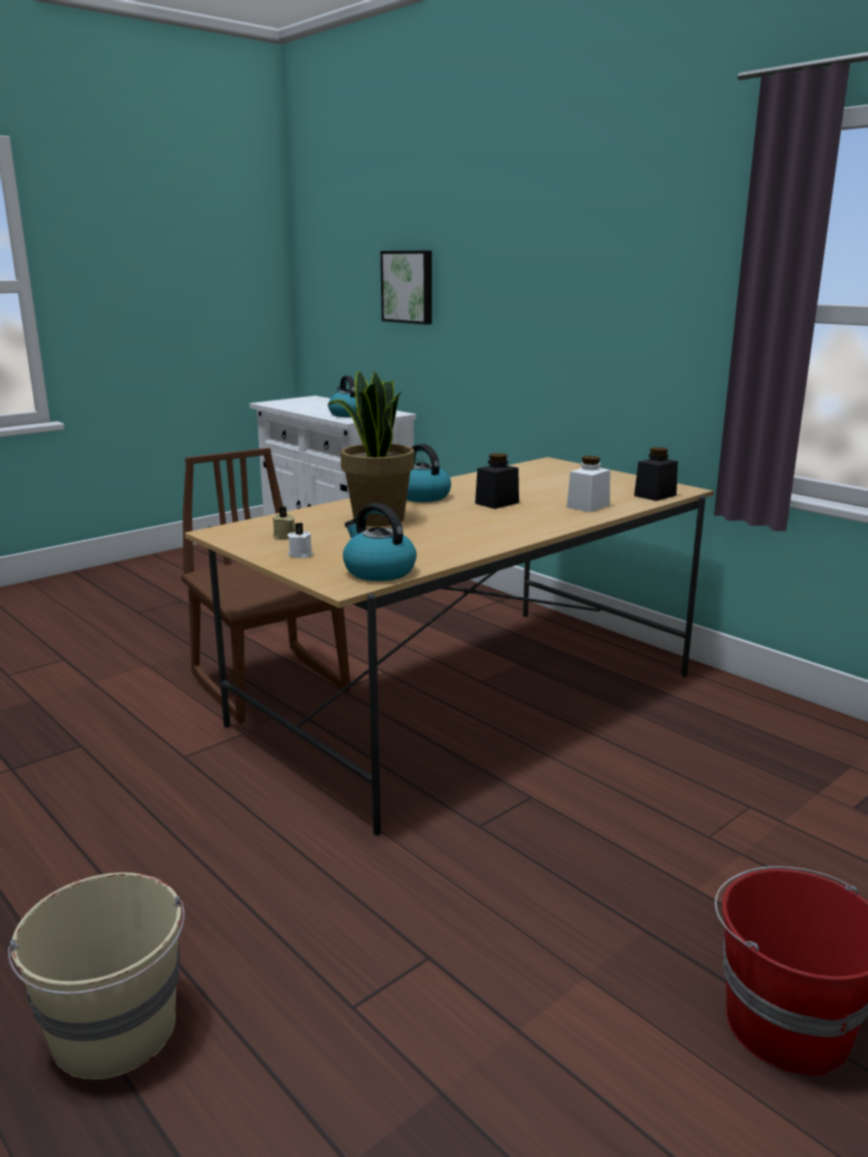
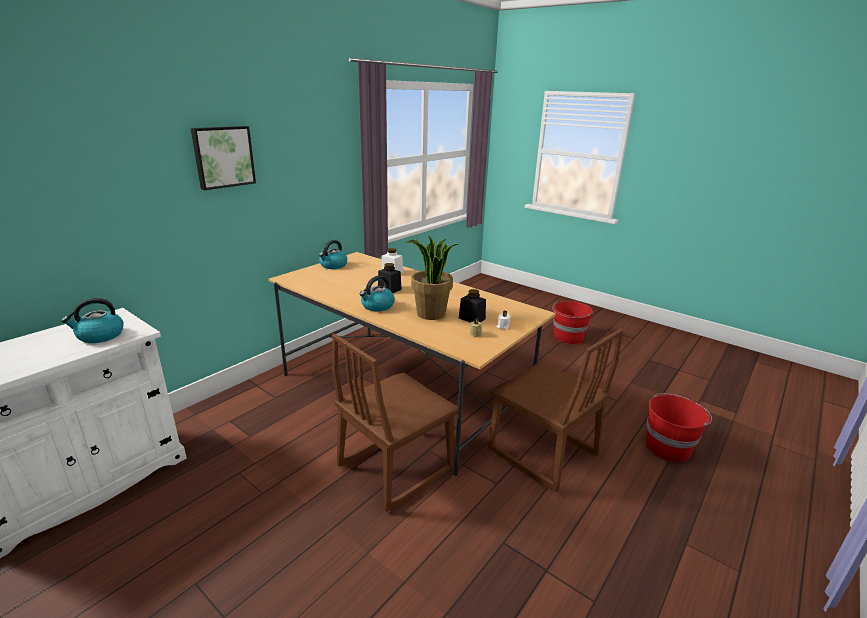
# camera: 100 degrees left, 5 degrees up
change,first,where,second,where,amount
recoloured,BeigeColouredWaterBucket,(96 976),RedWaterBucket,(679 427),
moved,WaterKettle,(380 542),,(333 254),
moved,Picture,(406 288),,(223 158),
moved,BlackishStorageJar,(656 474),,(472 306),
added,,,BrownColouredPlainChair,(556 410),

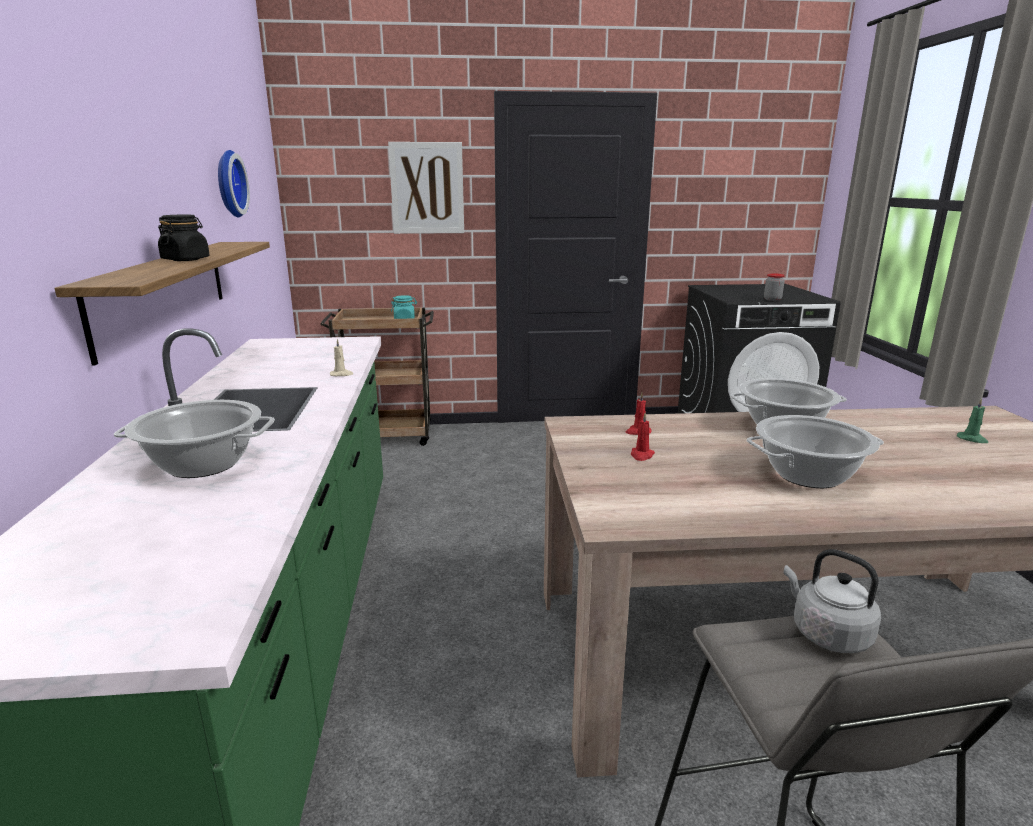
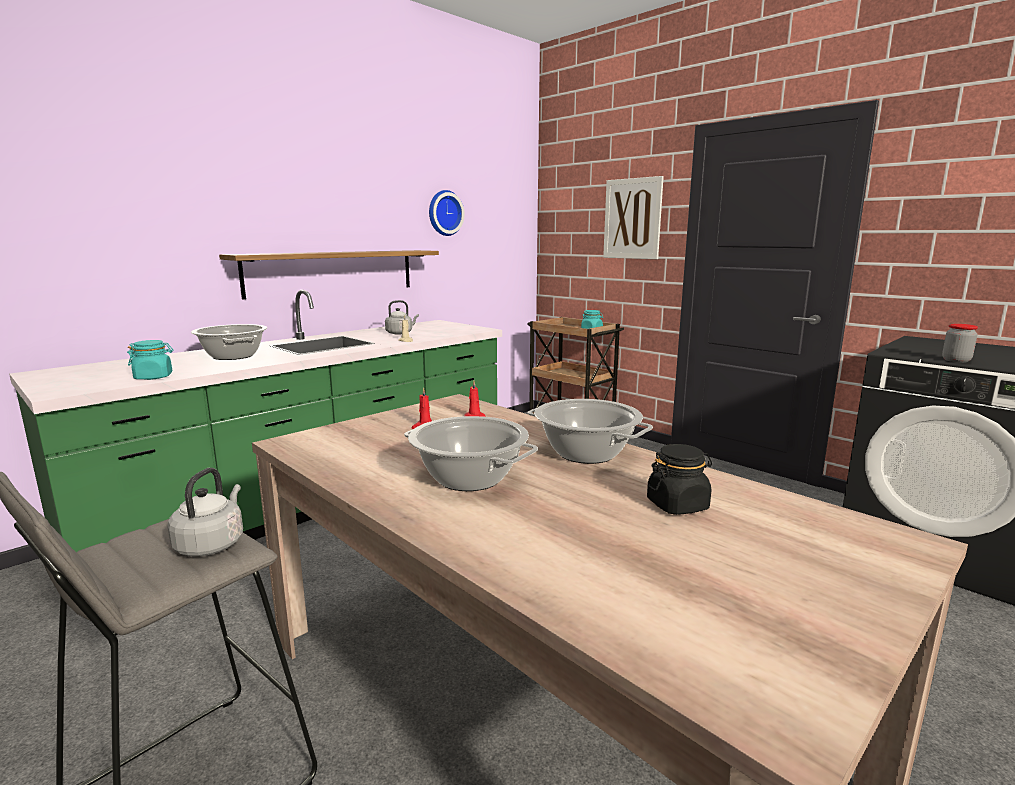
# camera: 50 degrees right, 5 degrees down
change,first,where,second,where,amount
moved,BlackishStorageJar,(184 238),,(679 479),
removed,GreenWaxLight,(972 420),,,
added,,,BlueGreenStorageJar,(150 360),
added,,,GrayWaterKettle,(402 317),

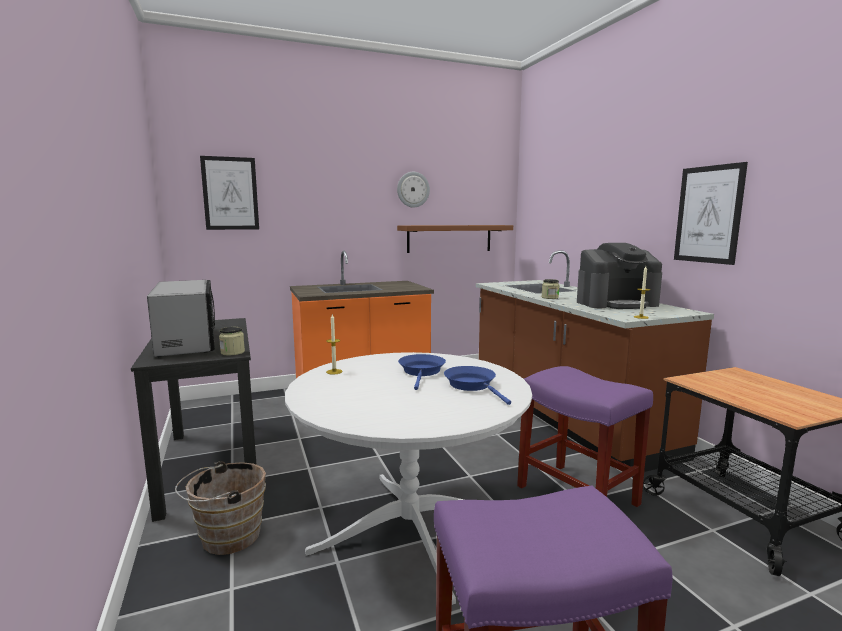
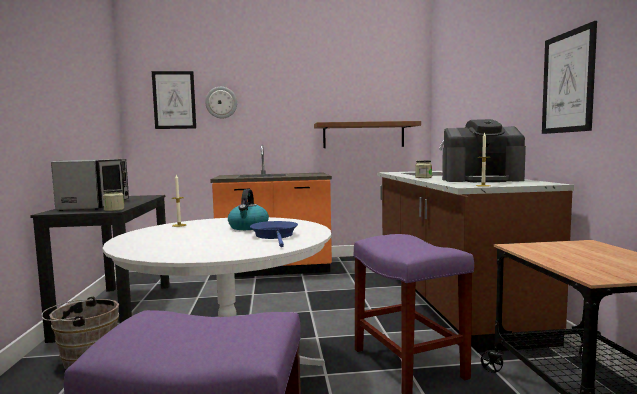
# camera: 15 degrees right, 5 degrees down
change,first,where,second,where,amount
moved,WallClock,(413 190),,(221 103),
replaced,BlueSkillet,(422 372),WaterKettle,(248 209),

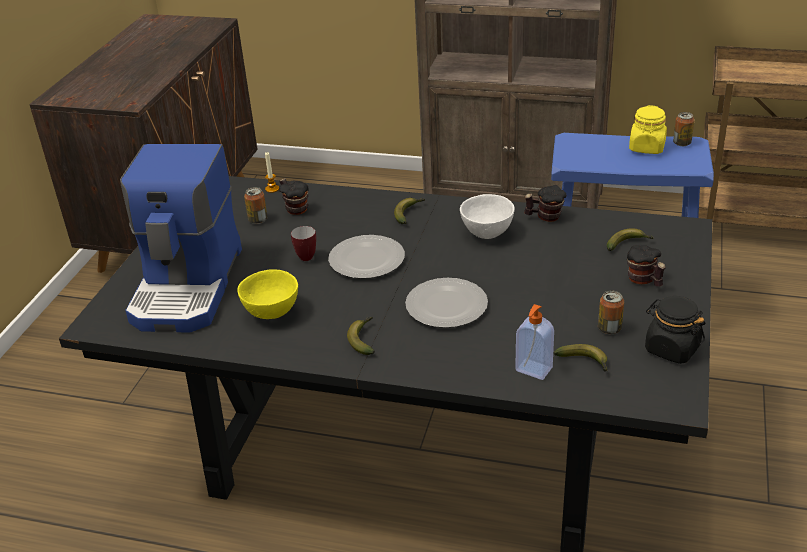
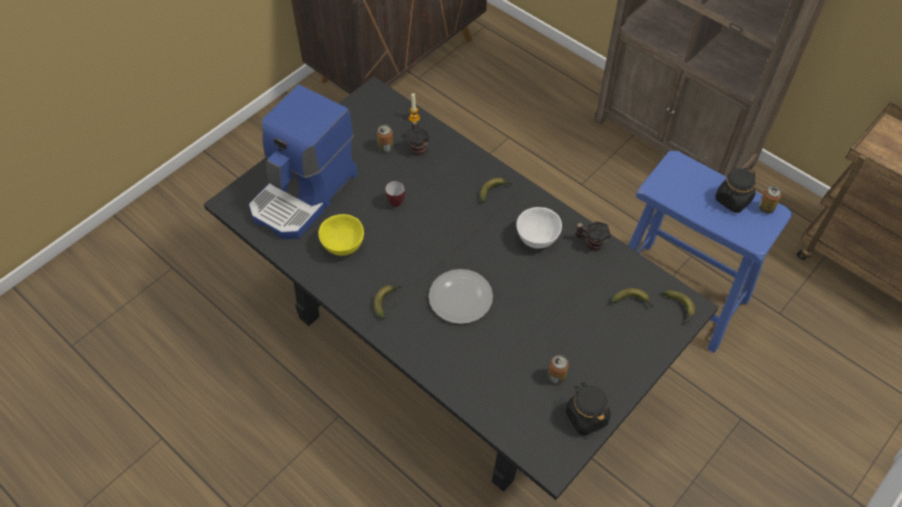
# camera: 25 degrees right, 20 degrees up
change,first,where,second,where,amount
removed,Plate,(366 257),,,
removed,SoapDispenser,(534 342),,,
moved,Banana,(580 358),,(679 306),
removed,Mug,(646 265),,,
recoloured,YellowishStorageJar,(648 129),BlackishStorageJar,(735 190),

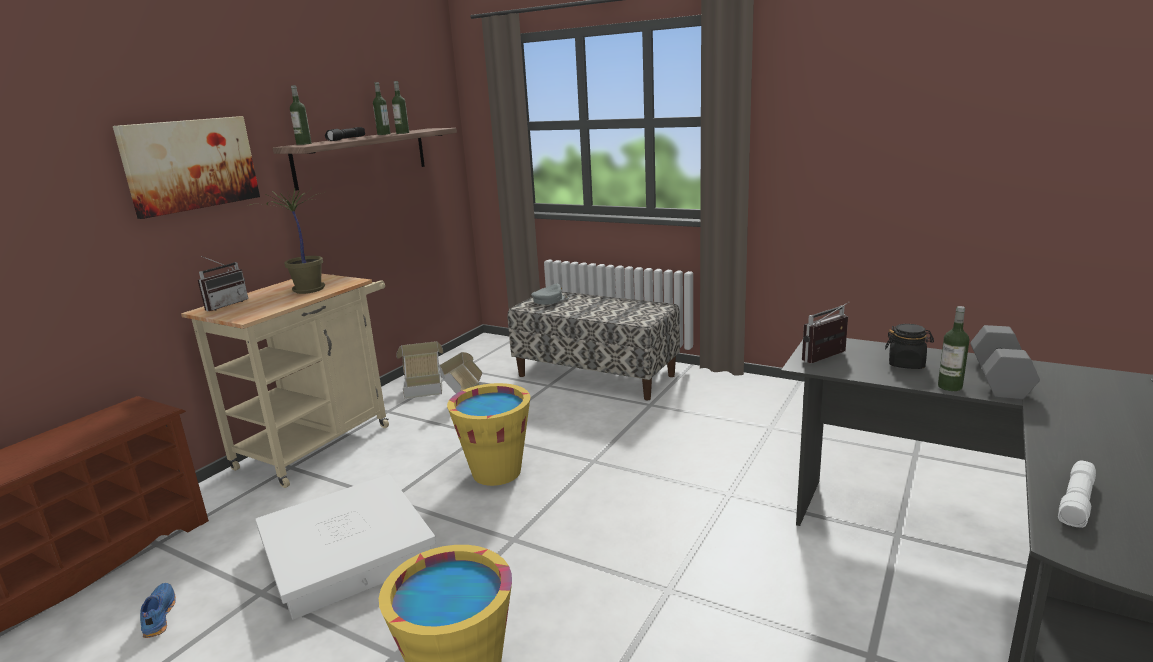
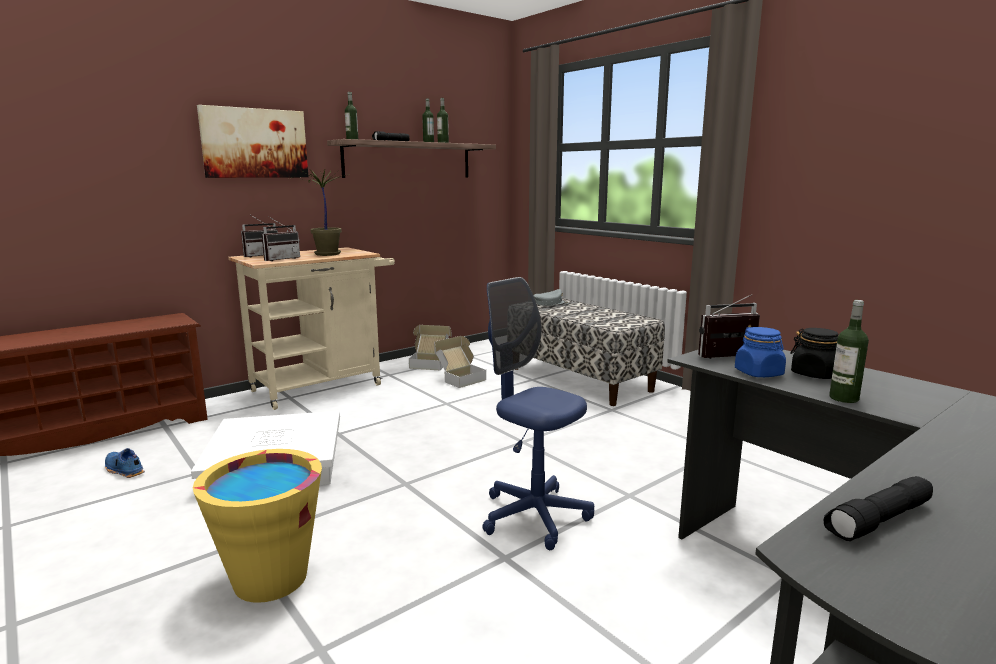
# camera: 20 degrees right, 5 degrees down
change,first,where,second,where,amount
turned,BlueItemOfFootwear,(158 610),,(125 463),60 degrees counterclockwise
removed,YellowishWaterBucket,(488 434),,,
removed,GrayDumbbell,(1005 362),,,
recoloured,WhiteTorch,(1077 494),BlackishTorch,(878 508),
added,,,Radio,(281 239),
added,,,BlueDeskChair,(538 413),
added,,,BlueStorageJar,(760 352),

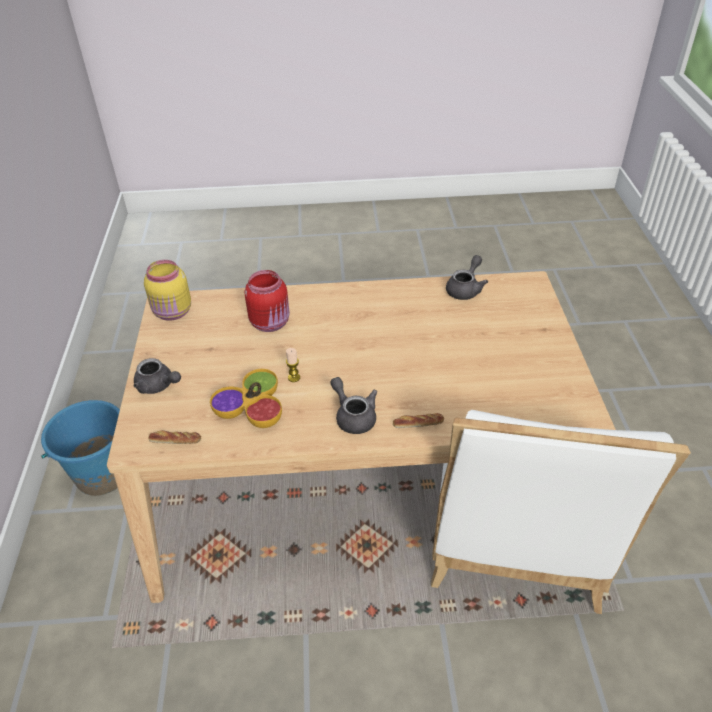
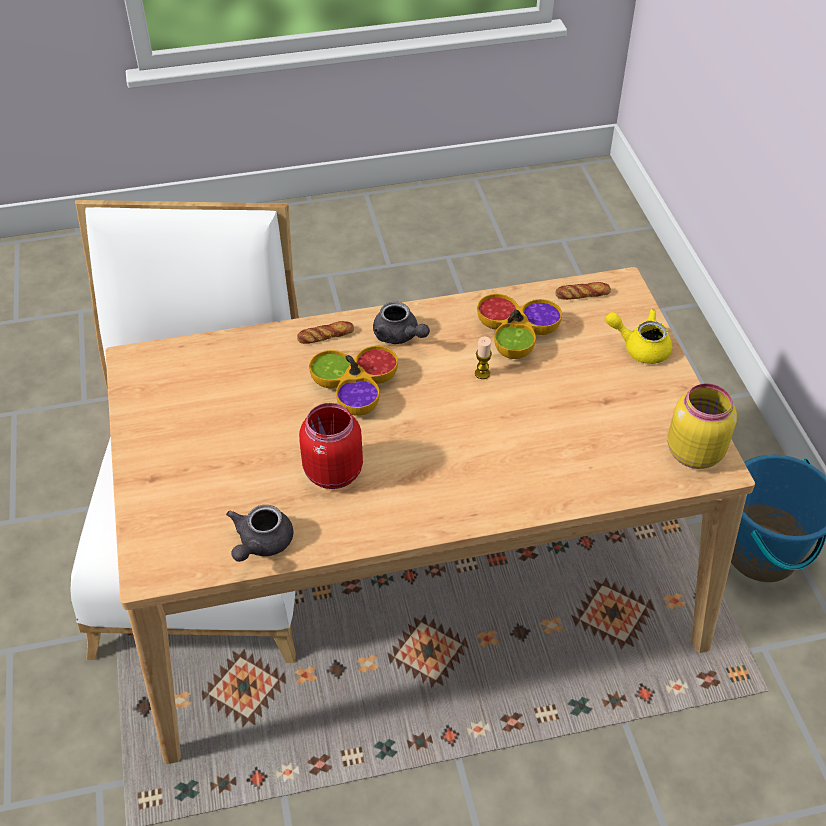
# camera: 170 degrees right, 5 degrees up
change,first,where,second,where,amount
recoloured,GrayTeapot,(157 376),YellowishTeapot,(639 336),
moved,RedStorageJar,(267 301),,(331 446),
added,,,DeepDish,(353 381),

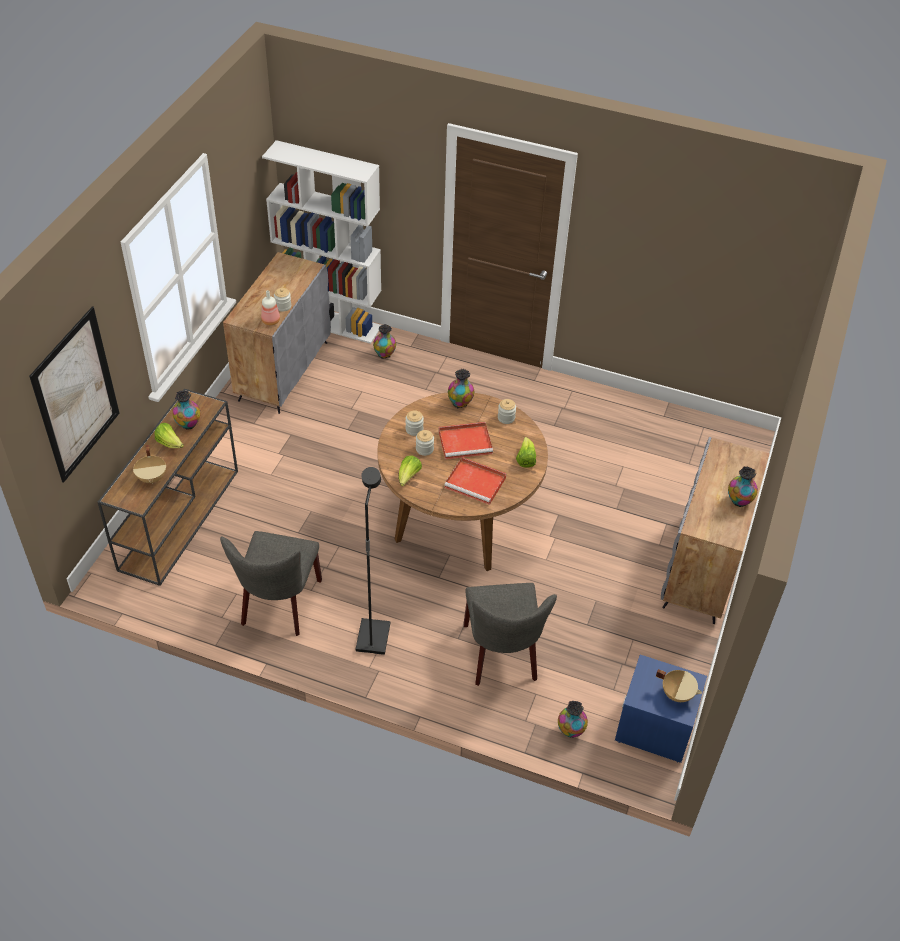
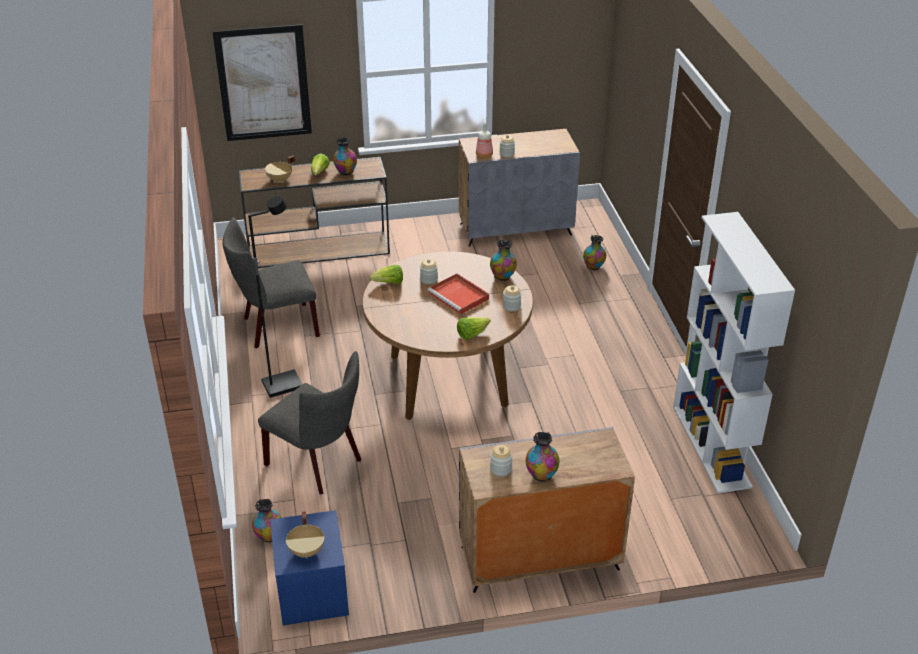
# camera: 60 degrees right, 10 degrees down
change,first,where,second,where,amount
moved,WhiteShelvingUnit,(321 242),,(734 352),
moved,StorageJar,(415 423),,(501 460),
removed,RedCarryingTray,(475 481),,,
turned,GrayPlainChair,(510 634),,(309 422),105 degrees counterclockwise

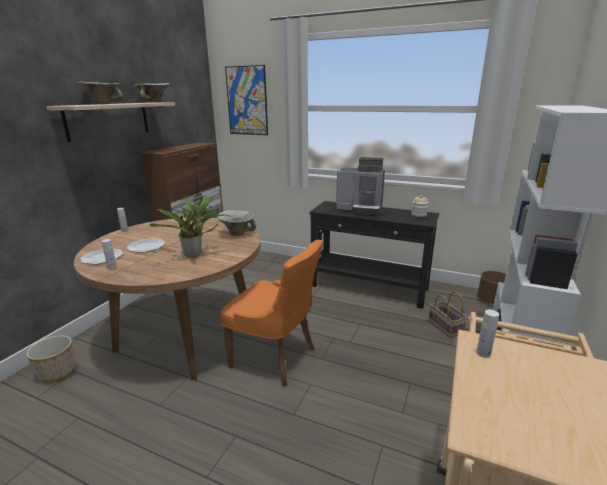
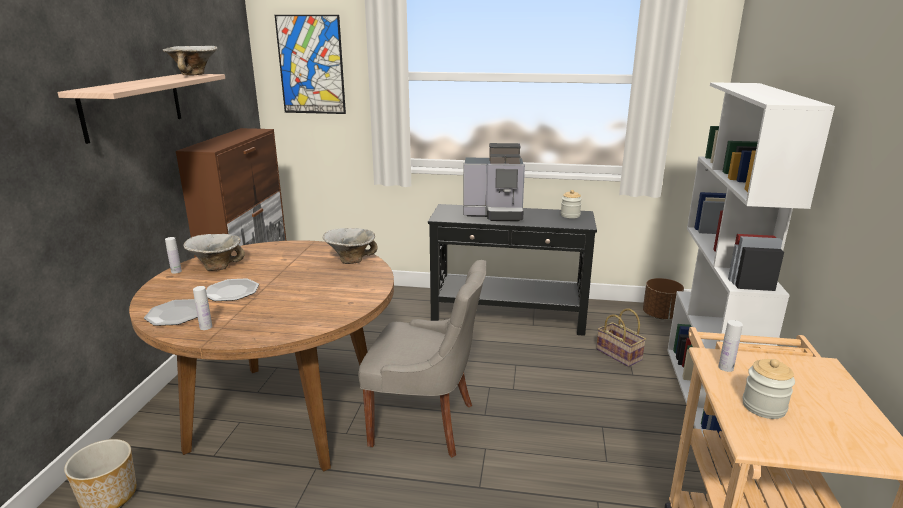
# camera: 15 degrees left, 0 degrees up
change,first,where,second,where,amount
moved,DeepDish,(99 93),,(214 252),
removed,Houseplant,(190 227),,,
recoloured,OrangePlainChair,(272 313),GrayPlainChair,(422 358),
added,,,StorageJar,(768 389),

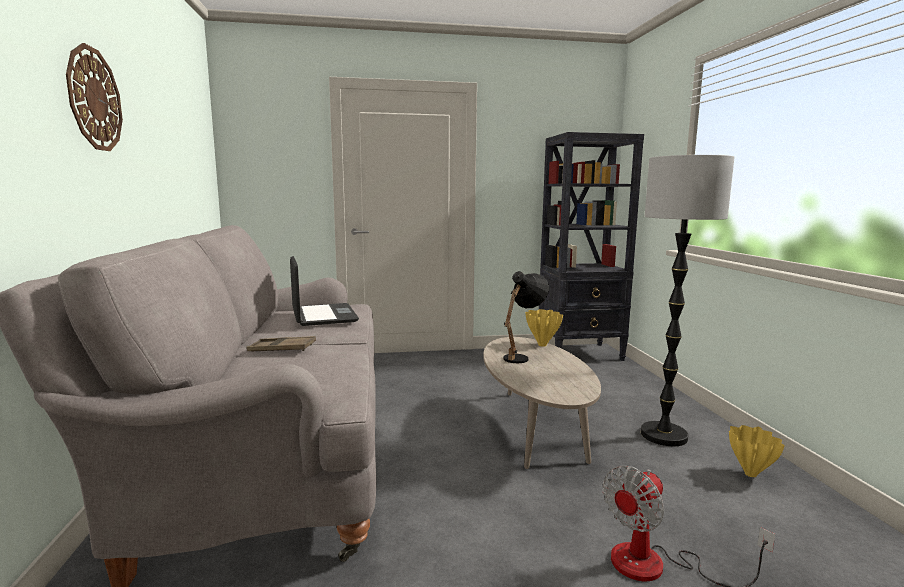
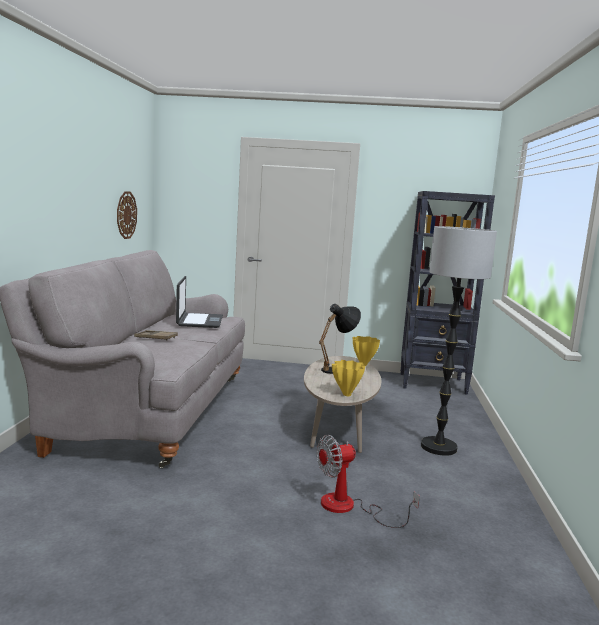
# camera: 15 degrees right, 0 degrees up
change,first,where,second,where,amount
moved,WallClock,(94 97),,(127 215),
moved,YellowishDecorativeVase,(757 451),,(349 378),

